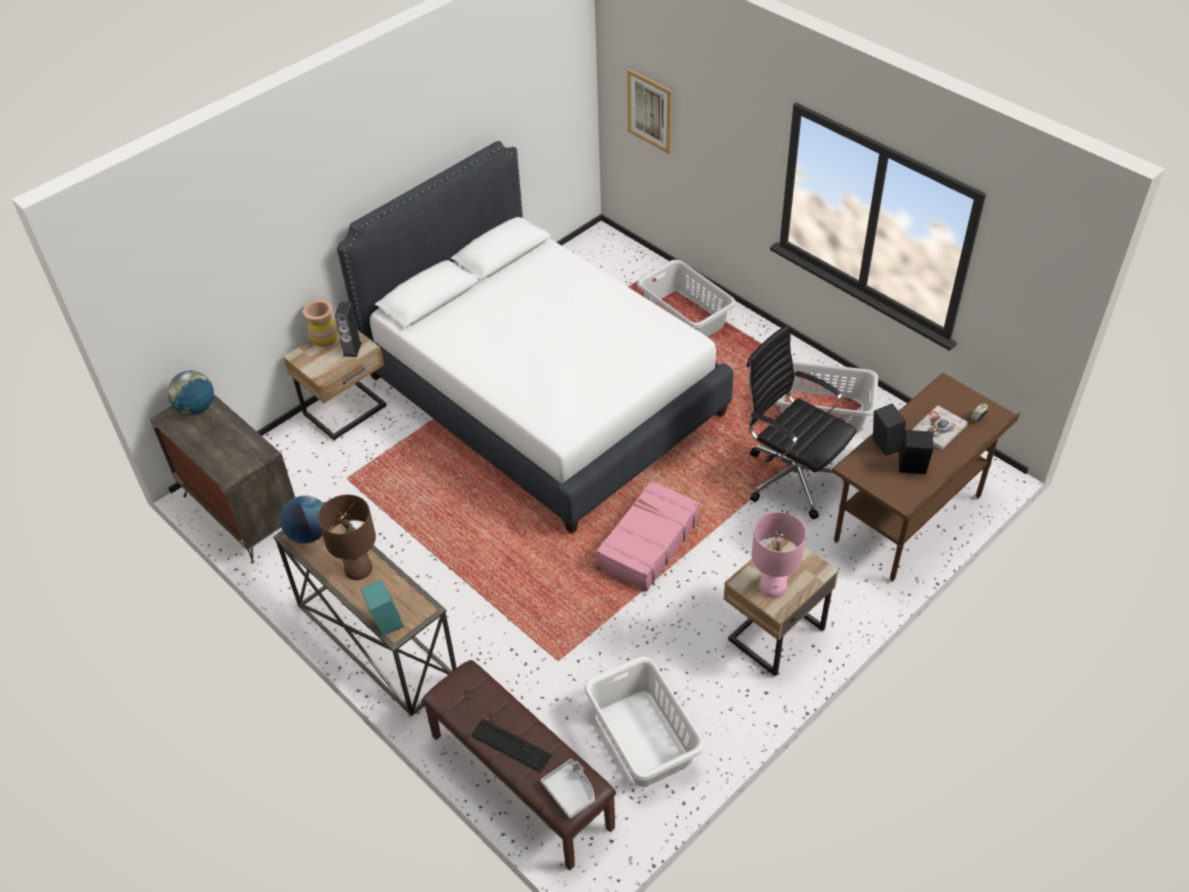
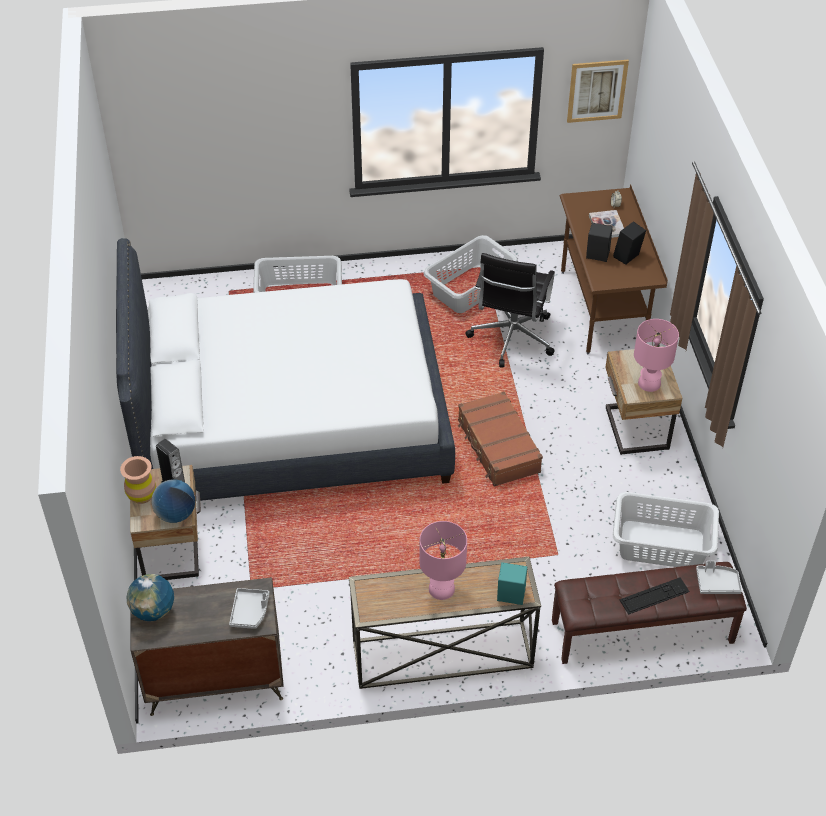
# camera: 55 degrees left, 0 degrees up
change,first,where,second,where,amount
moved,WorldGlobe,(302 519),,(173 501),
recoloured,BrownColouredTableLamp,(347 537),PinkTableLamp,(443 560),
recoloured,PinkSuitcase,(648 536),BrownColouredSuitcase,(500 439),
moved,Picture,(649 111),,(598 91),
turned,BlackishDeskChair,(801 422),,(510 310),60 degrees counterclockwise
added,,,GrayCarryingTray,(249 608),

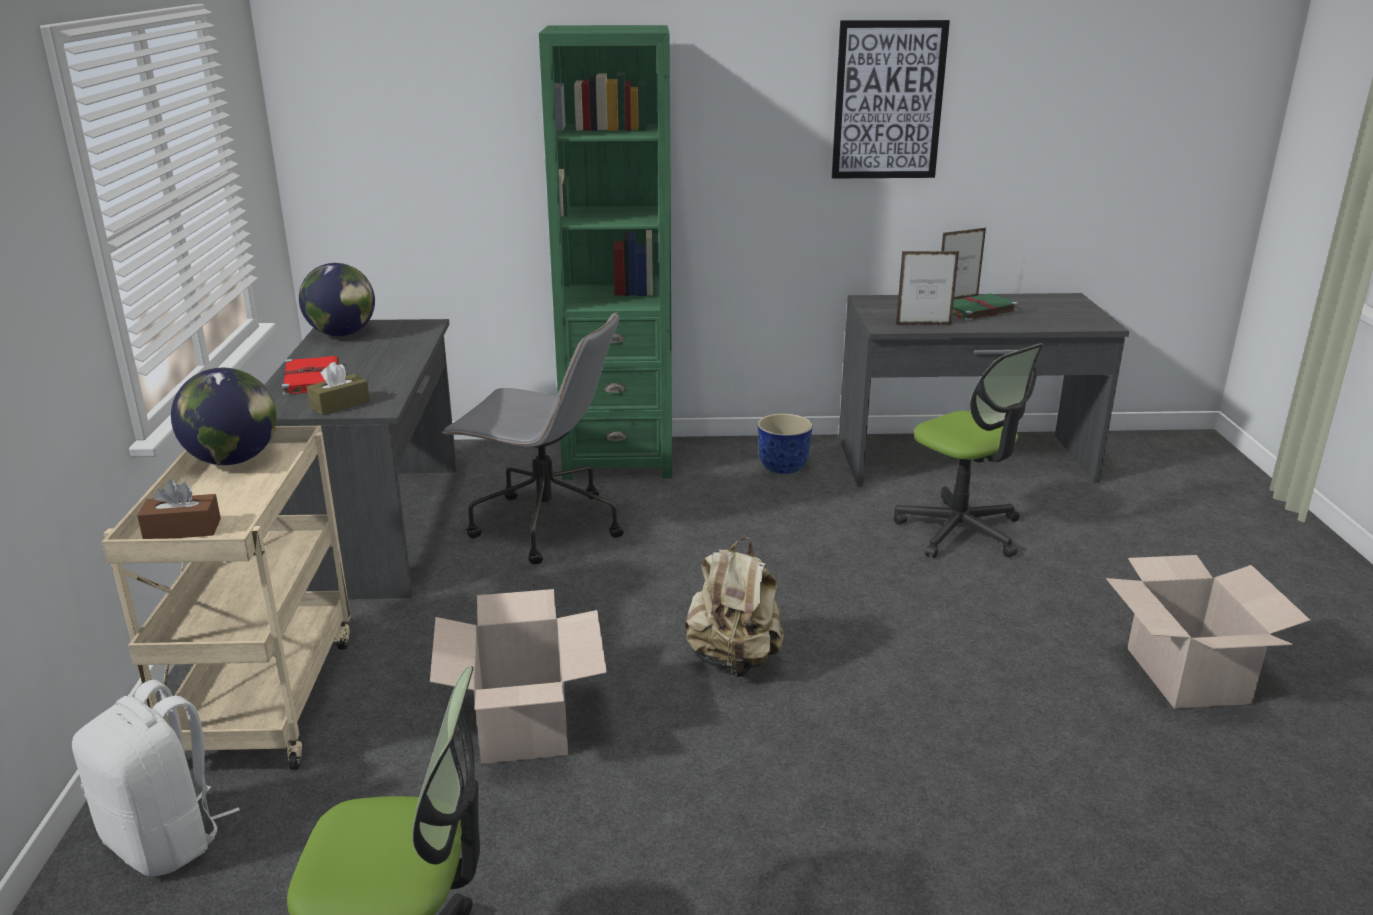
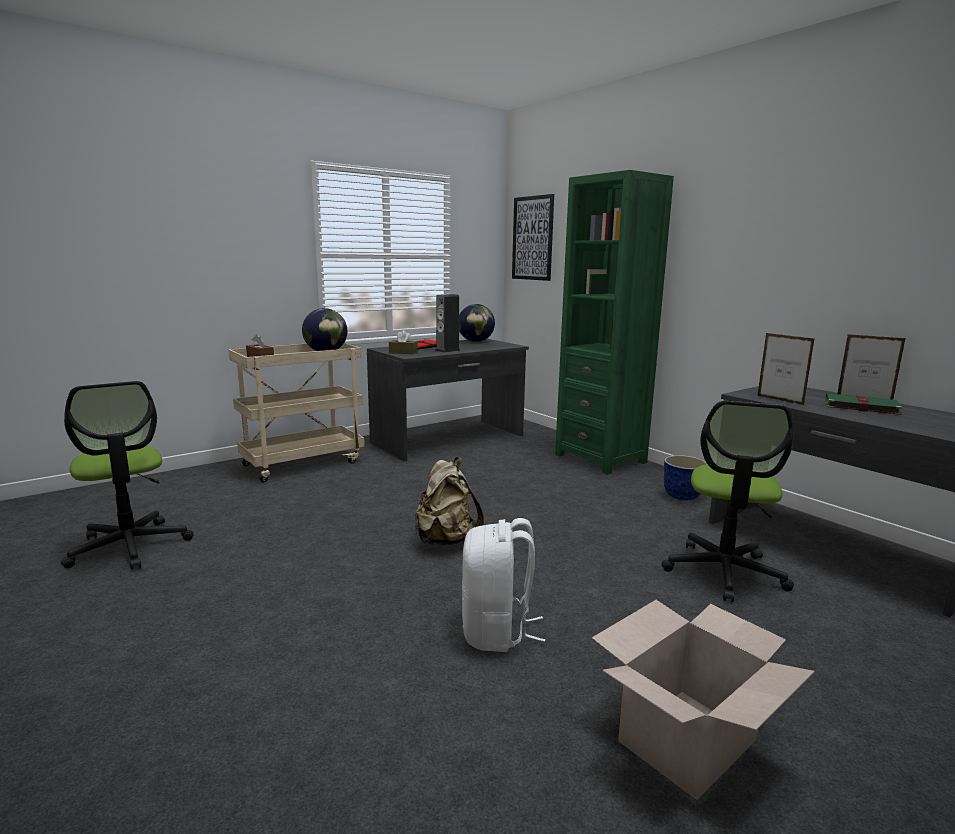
# camera: 55 degrees right, 10 degrees down
change,first,where,second,where,amount
moved,WhiteBackpack,(156 778),,(504 585),
removed,CardboardBox,(518 676),,,
removed,GrayDeskChair,(532 438),,,
moved,Picture,(891 99),,(533 237),
added,,,Loudspeaker,(448 323),

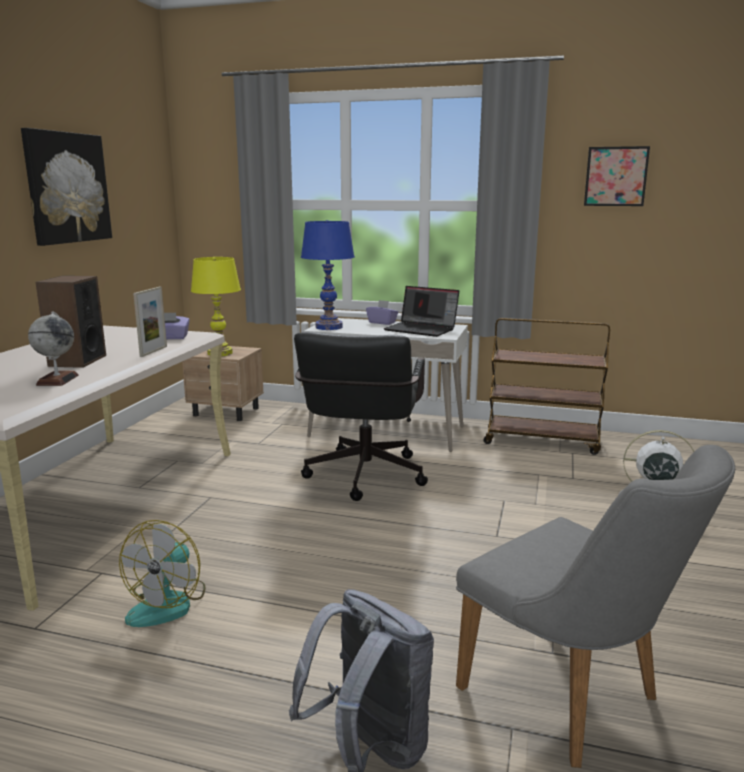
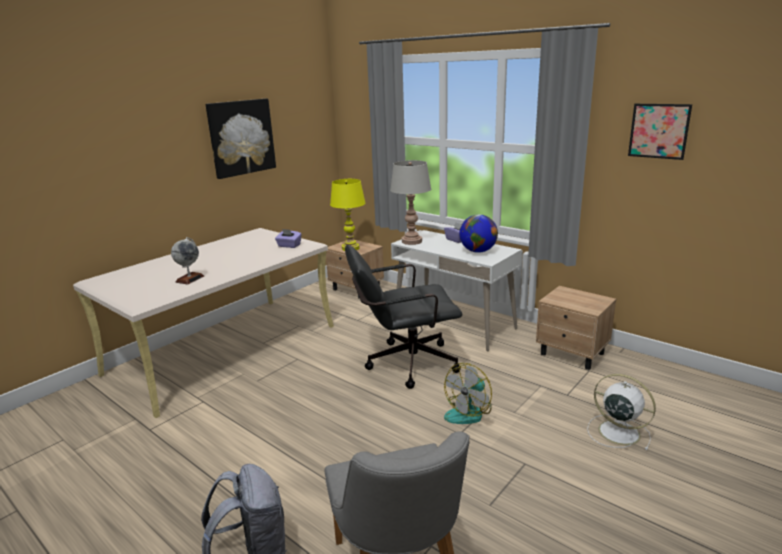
# camera: 25 degrees right, 5 degrees up
change,first,where,second,where,amount
removed,Loudspeaker,(71 322),,,
moved,ElectricFan,(162 573),,(468 393),
removed,PhotoFrame,(150 322),,,
turned,BlackishDeskChair,(361 416),,(403 317),45 degrees clockwise
recoloured,BlueTableLamp,(328 275),GrayTableLamp,(410 202),
replaced,Laptop,(421 311),WorldGlobe,(478 233),
replaced,BrownColouredWheeledCart,(546 386),BeigeColouredNightstand,(576 328),

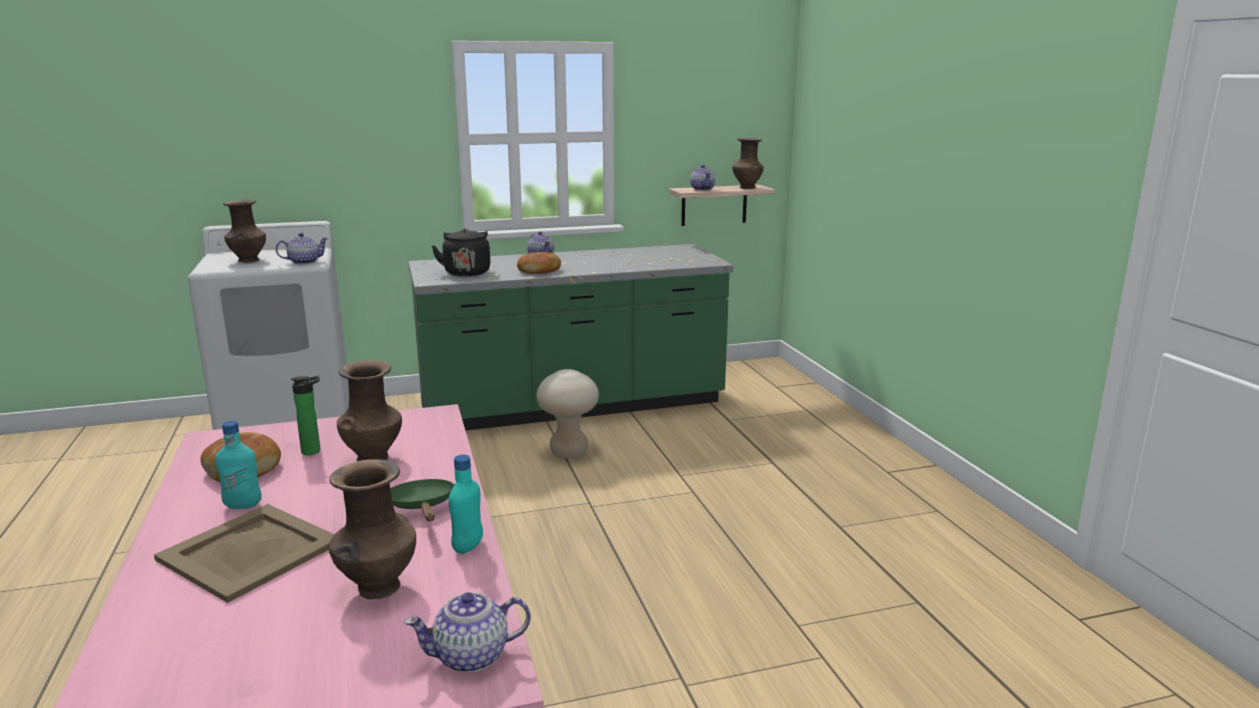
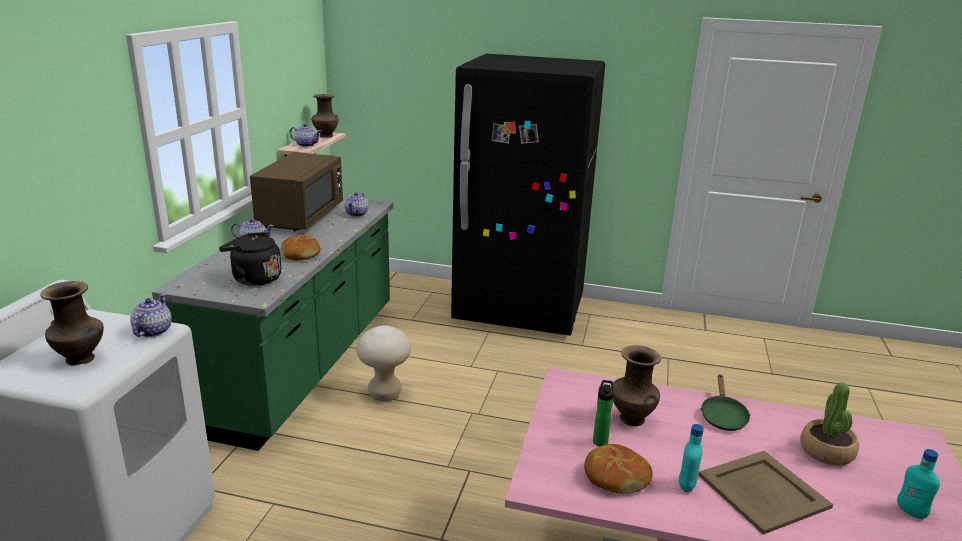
# camera: 60 degrees left, 5 degrees up
change,first,where,second,where,amount
replaced,BrownColouredDecorativeVase,(372 529),Houseplant,(829 424),
turned,GreenSkillet,(422 500),,(726 402),90 degrees counterclockwise
moved,Teapot,(467 632),,(356 204),
moved,BlueGreenBeverageBottle,(466 504),,(918 484),
added,,,BrownColouredMicrowaveOven,(296 191),
added,,,BlackishRefrigerator,(528 195),

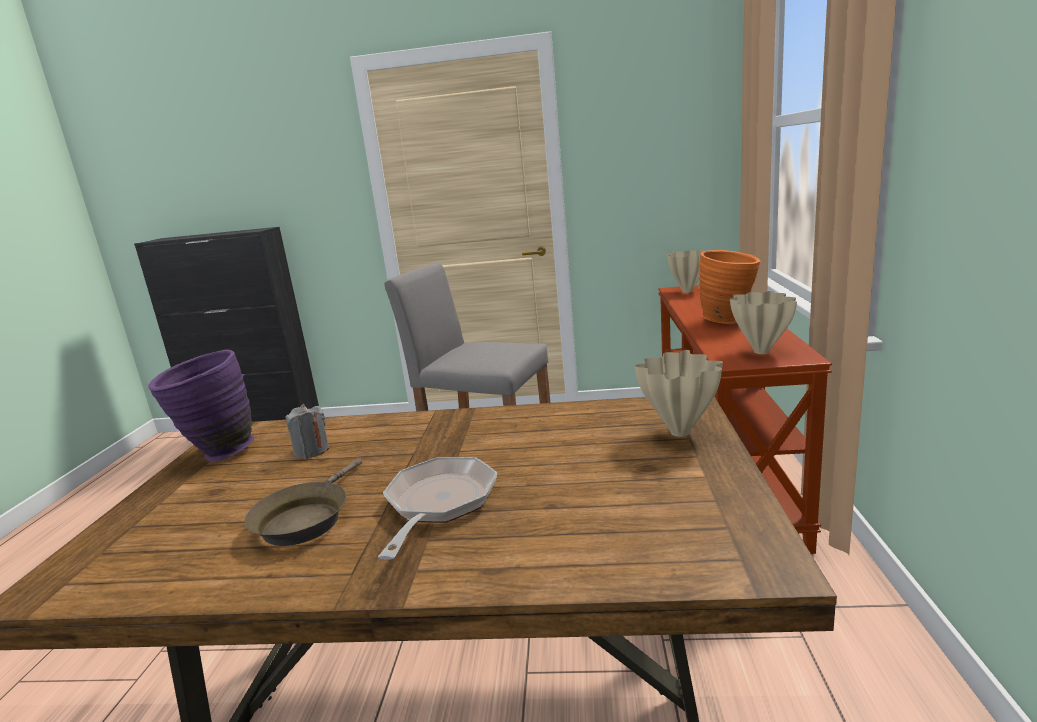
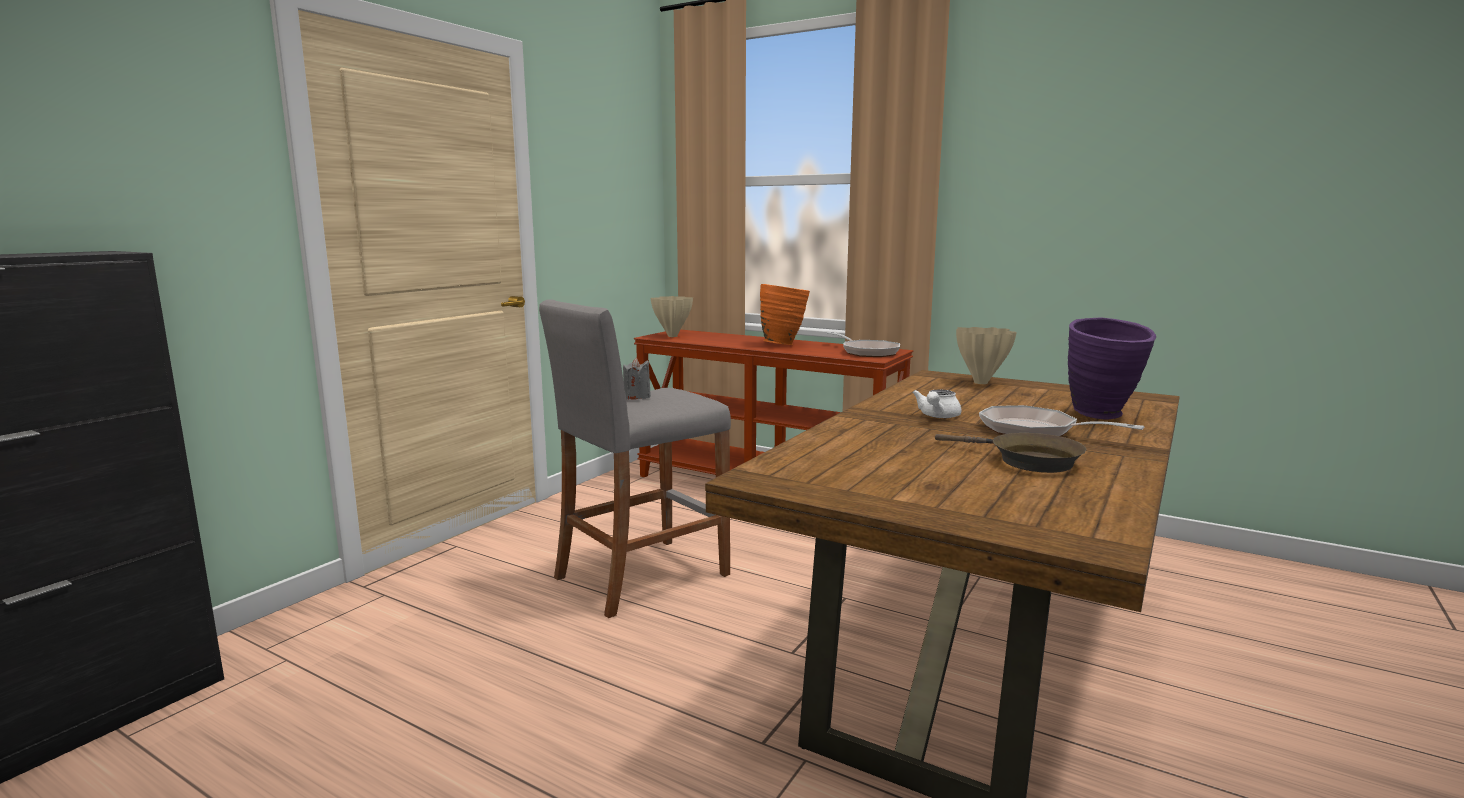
# camera: 65 degrees left, 5 degrees down
change,first,where,second,where,amount
moved,PurpleDecorativeVase,(201 405),,(1112 368),
moved,GrayWaxLight,(307 431),,(637 378),
replaced,BeigeColouredDecorativeVase,(763 322),Skillet,(863 344),
added,,,WhiteTeapot,(937 403),

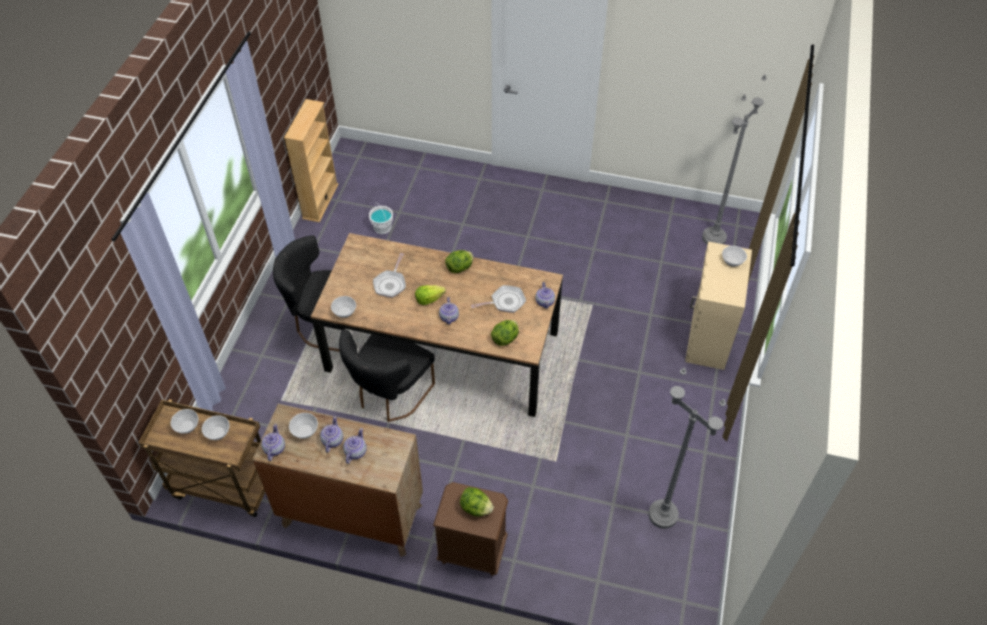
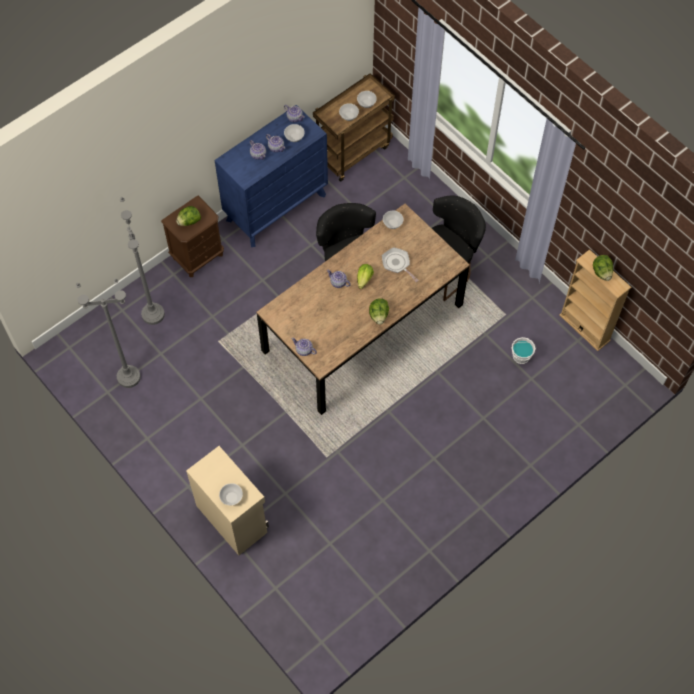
# camera: 125 degrees right, 10 degrees up
change,first,where,second,where,amount
recoloured,BrownColouredDrawerChest,(337 480),BlueDrawerChest,(271 176),
removed,Skillet,(498 299),,,
moved,Lettuce,(505 333),,(603 268),
moved,GrayStandardLamp,(734 159),,(142 261),

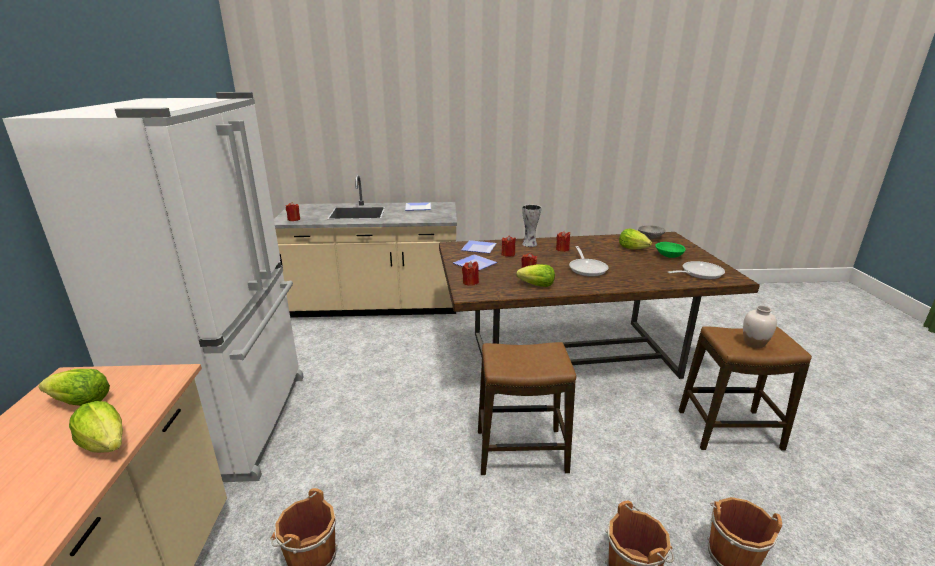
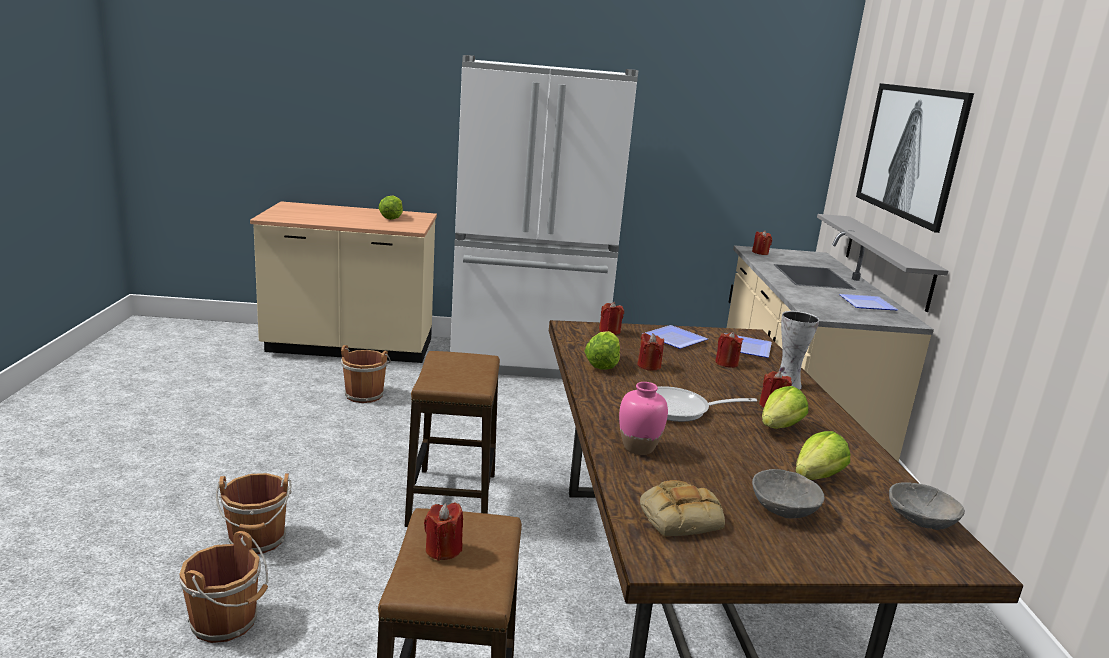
# camera: 90 degrees right, 5 degrees down
change,first,where,second,where,amount
moved,Lettuce,(96 427),,(785 407),
recoloured,GreenDeepDish,(670 250),GrayDeepDish,(788 493),
replaced,Skillet,(696 270),Bread,(682 508),
replaced,WhiteDecorativeVase,(760 327),RedWaxLight,(443 531),
added,,,PinkDecorativeVase,(643 418),
added,,,GrayBracketShelf,(882 263),
added,,,Picture,(915 158),

